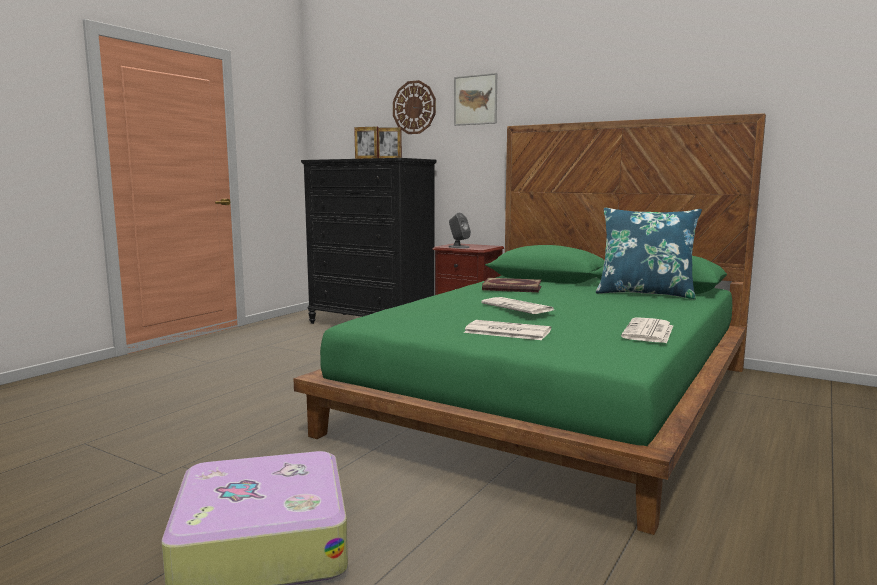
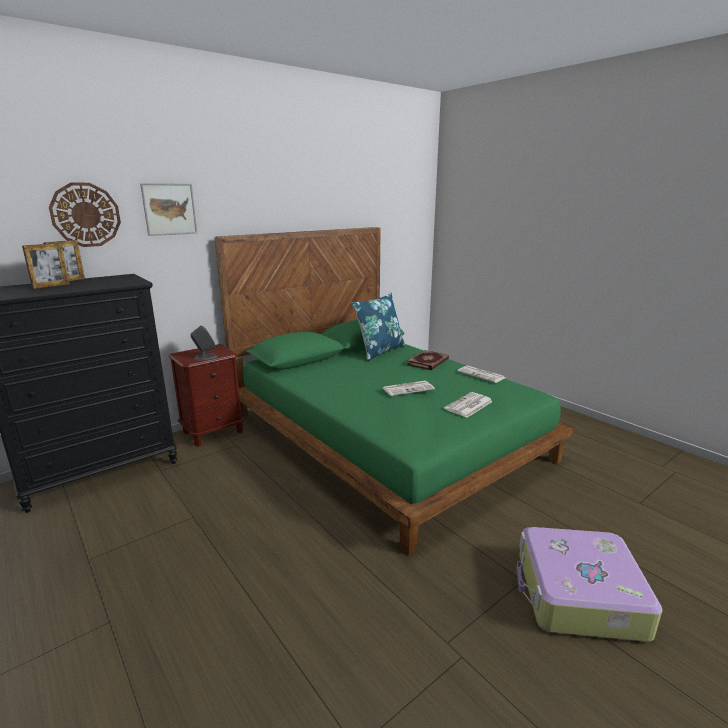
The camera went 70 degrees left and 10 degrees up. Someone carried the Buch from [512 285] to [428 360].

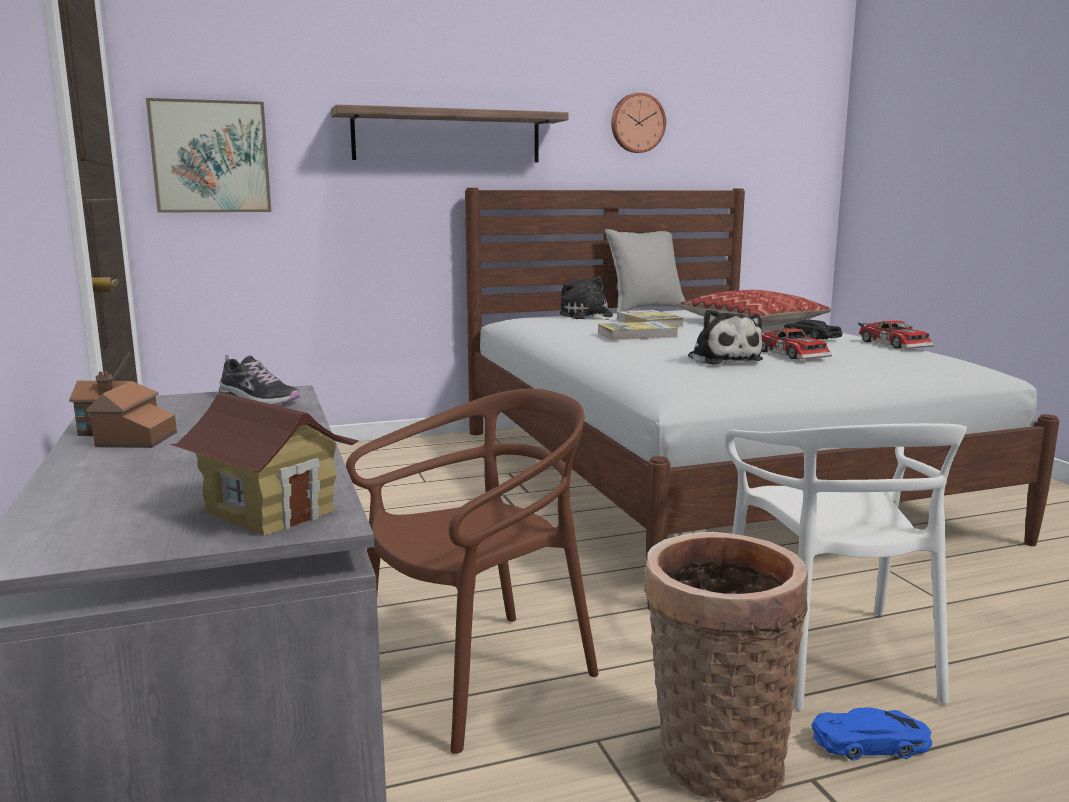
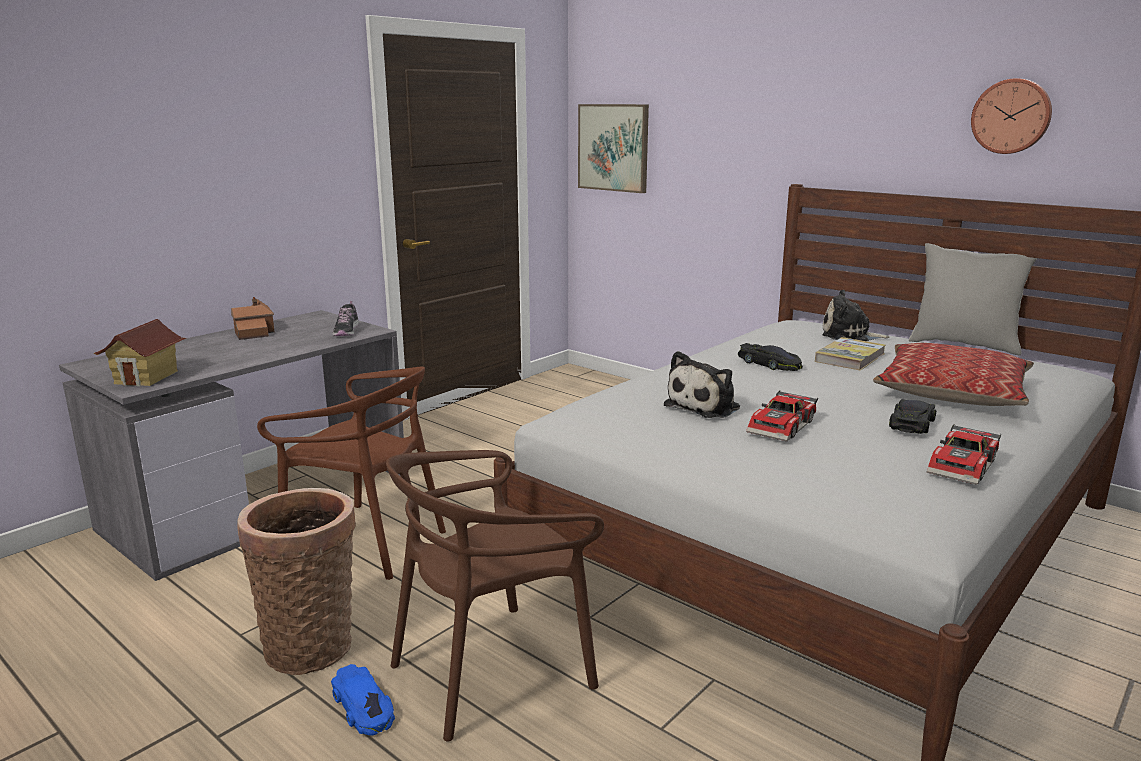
The camera went 60 degrees right and 5 degrees up. Someone took away the Wandregal at [450 133]. Someone rotated the Plüschtier at [586 298] by 105 degrees counterclockwise. Someone swapped the Buch at [638 330] for the Spielzeugauto/schwarz at [770 357]. Someone repainted the Stuhl/weiß at [846 566], which became the Stuhl/braun at [495 595].

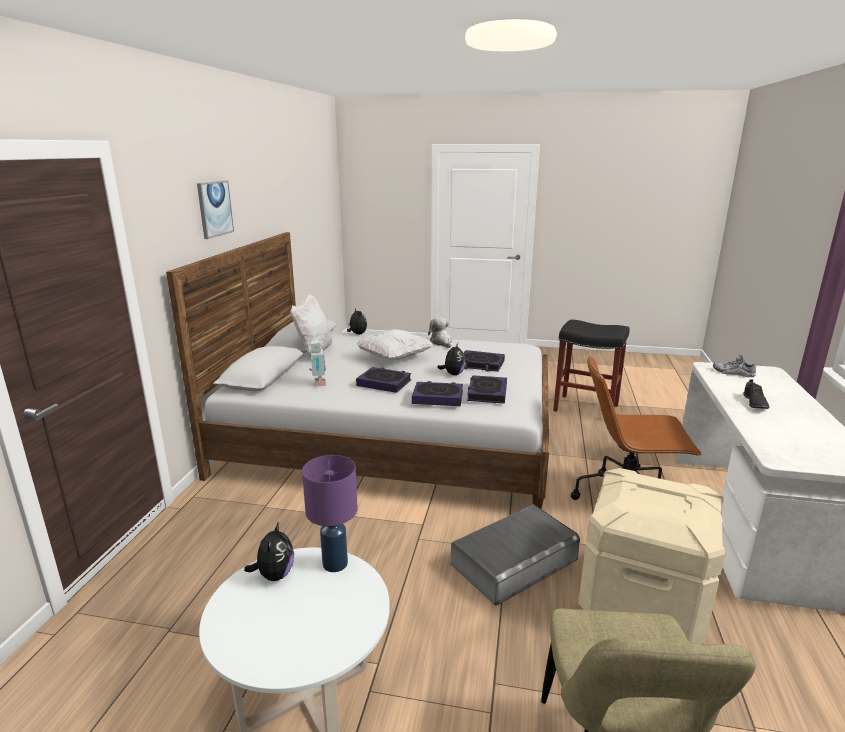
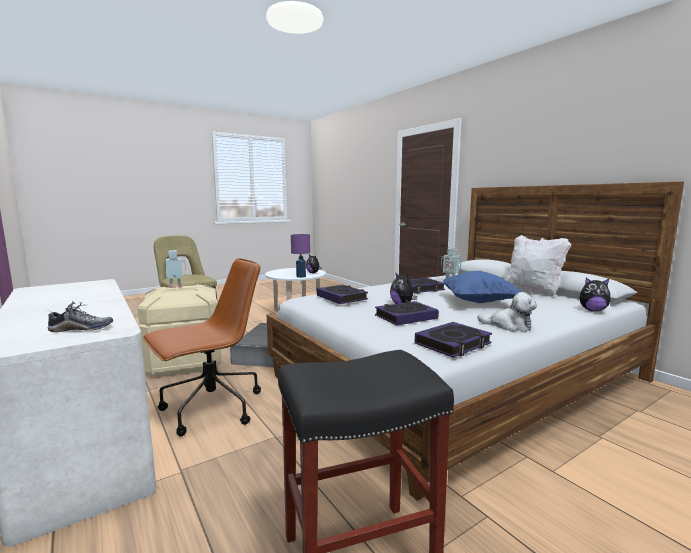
The camera went 135 degrees right and 10 degrees down. Someone took away the Bild at [215 209]. Someone repainted the Kissen/weiß at [395 344], which became the Kissen/blau at [482 287]. Someone carried the Buch from [437 393] to [453 340]. Someone took away the Schuh/schwarz at [756 394]. Someone put down the Spielzeugroboter at [174 269].

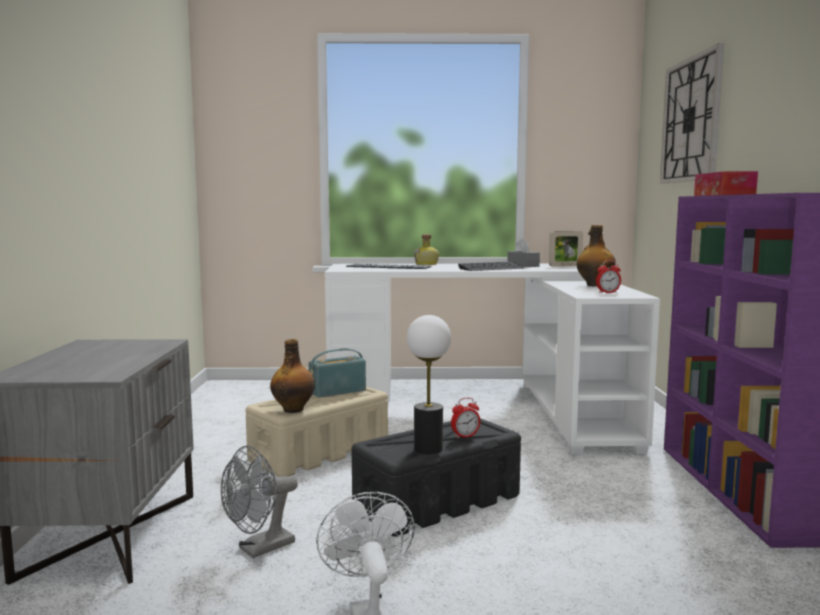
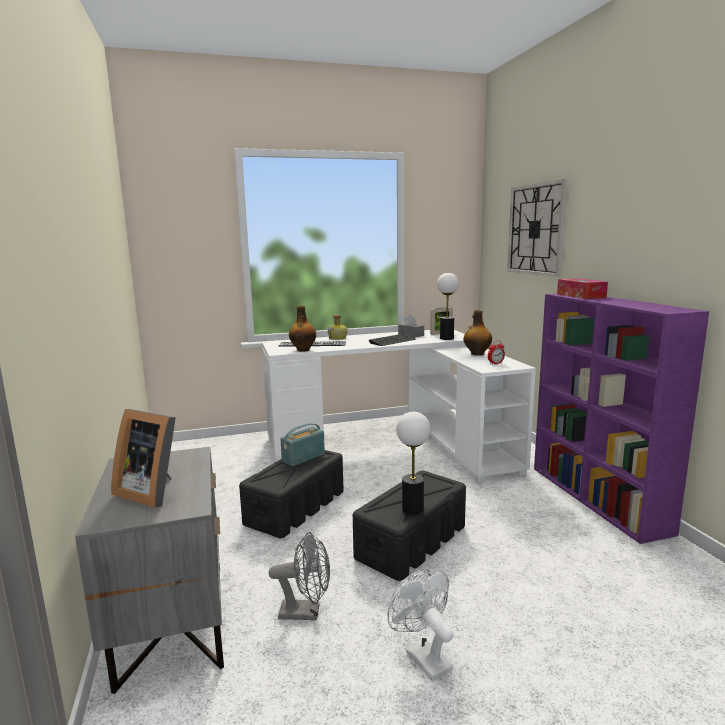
The camera went 15 degrees left and 5 degrees up. Someone rotated the Ventilator/grau at [259 502] by 120 degrees counterclockwise. Someone repainted the Aufbewahrungsbox/beige at [316 432], which became the Aufbewahrungsbox/schwarz at [291 494]. Someone carried the Flasche from [292 376] to [302 329]. Someone took away the Wecker at [466 418]. Someone put down the Bilderrahmen at [143 458]. Someone put down the Tischlampe at [448 306].

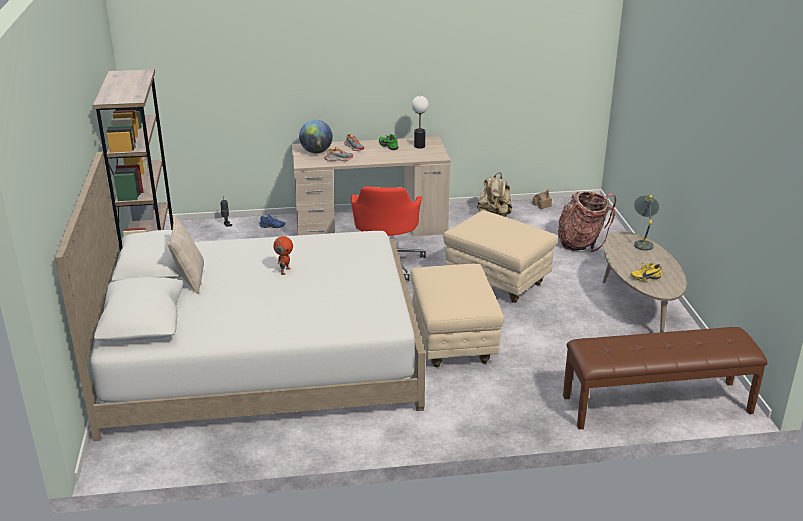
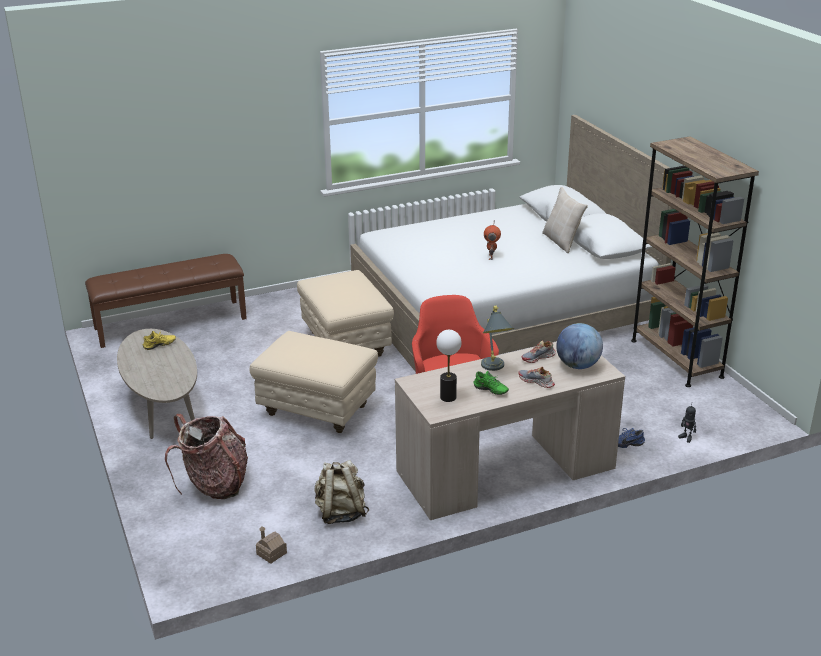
The camera went 165 degrees right and 0 degrees up. Someone carried the Tischlampe/grau from [646 223] to [497 338].

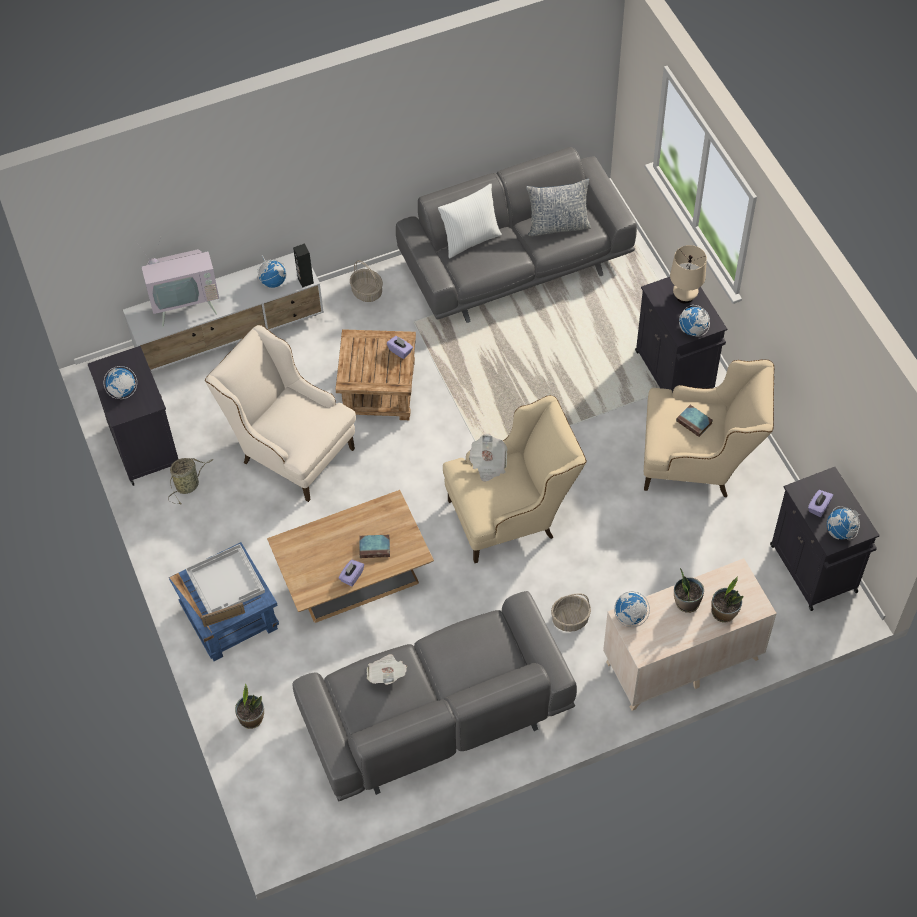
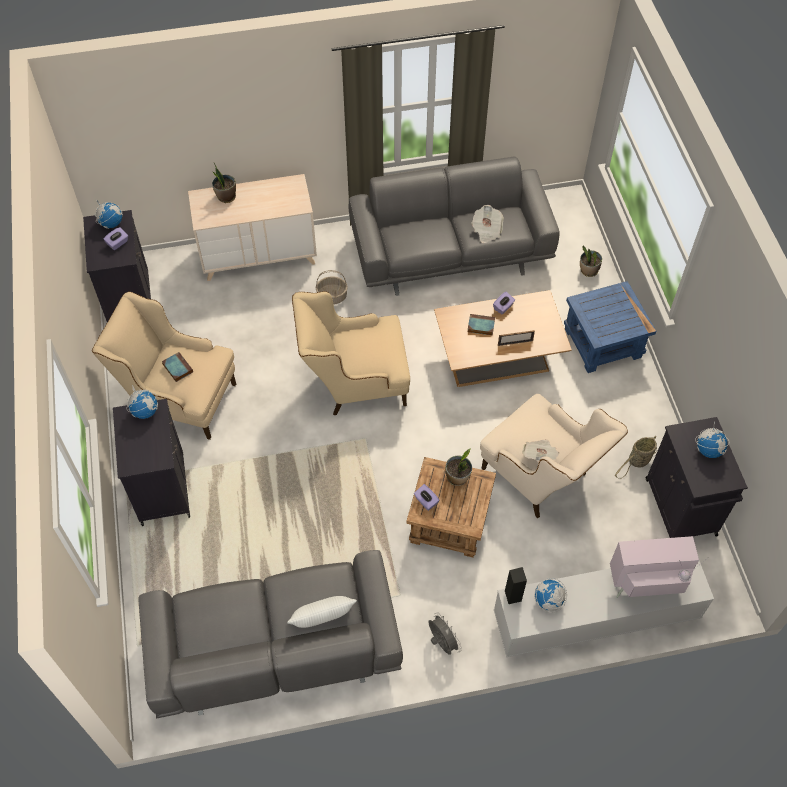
The camera went 170 degrees left and 0 degrees up. Someone took away the Tablett/weiß at [225 579]. Someone carried the Bilderrahmen from [223 614] to [516 338]. Someone swapped the Korb at [366 281] for the Ventilator/grau at [445 633]. Someone carried the Zeitung from [488 458] to [540 450]. Someone took away the Kissen at [558 207]. Someone took away the Globus at [632 609]. Someone took away the Tischlampe/beige at [688 274]. Someone carried the Topfpflanze from [689 590] to [458 467].

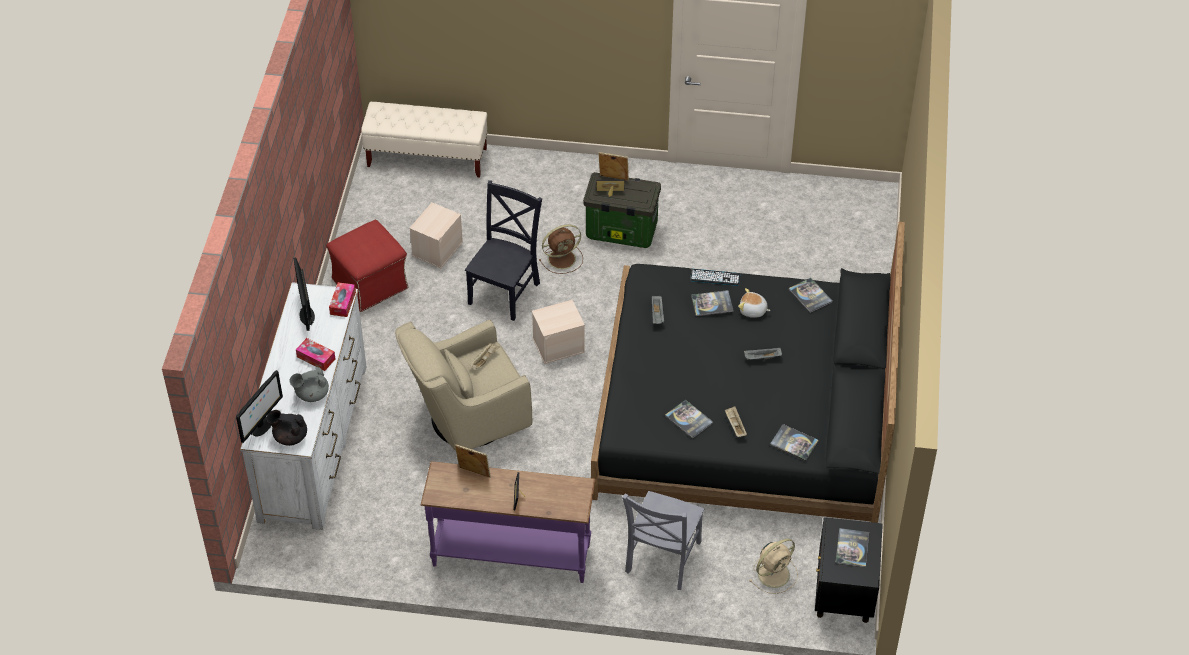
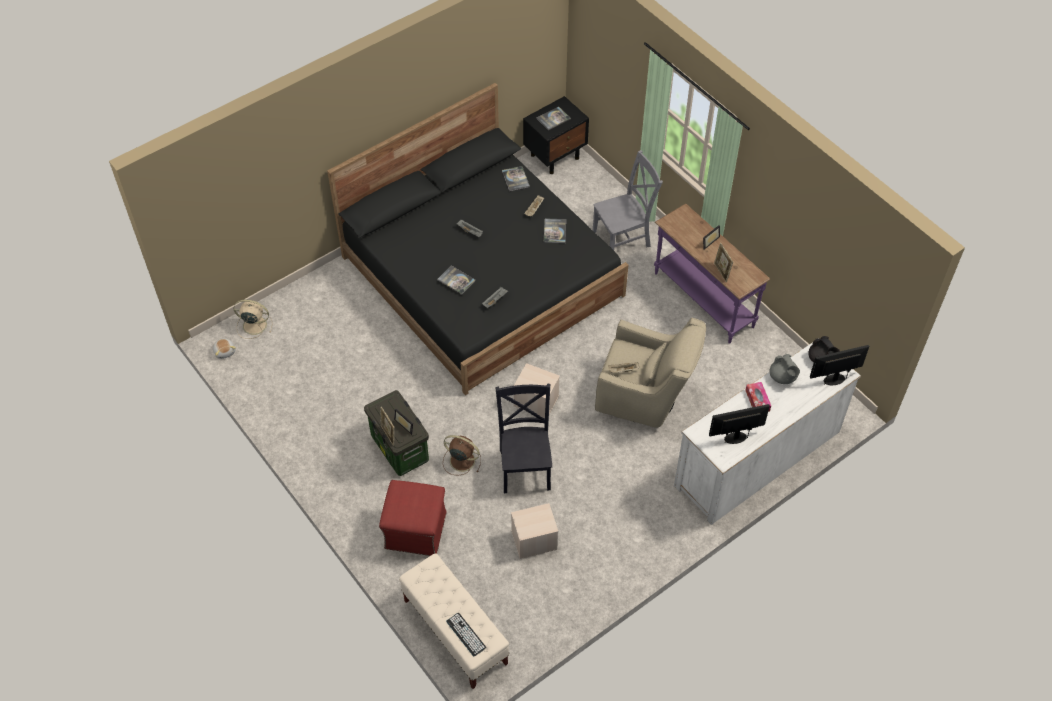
The camera went 135 degrees left and 5 degrees up. Someone rotated the Teekanne/grau at [309 384] by 45 degrees clockwise. Someone rotated the Monitor at [304 294] by 135 degrees counterclockwise. Someone carried the Polsterhocker/rot from [367 266] to [413 518]. Someone took away the Taschentuchbox at [342 299]. Someone rotated the Stuhl/schwarz at [503 250] by 105 degrees clockwise. Someone carried the Tastatur from [715 277] to [466 634]. Someone carried the Plüschtier from [754 303] to [224 348]. Someone carried the Ventilator/beige from [773 566] to [253 319]. Someone took away the Buch at [811 295].

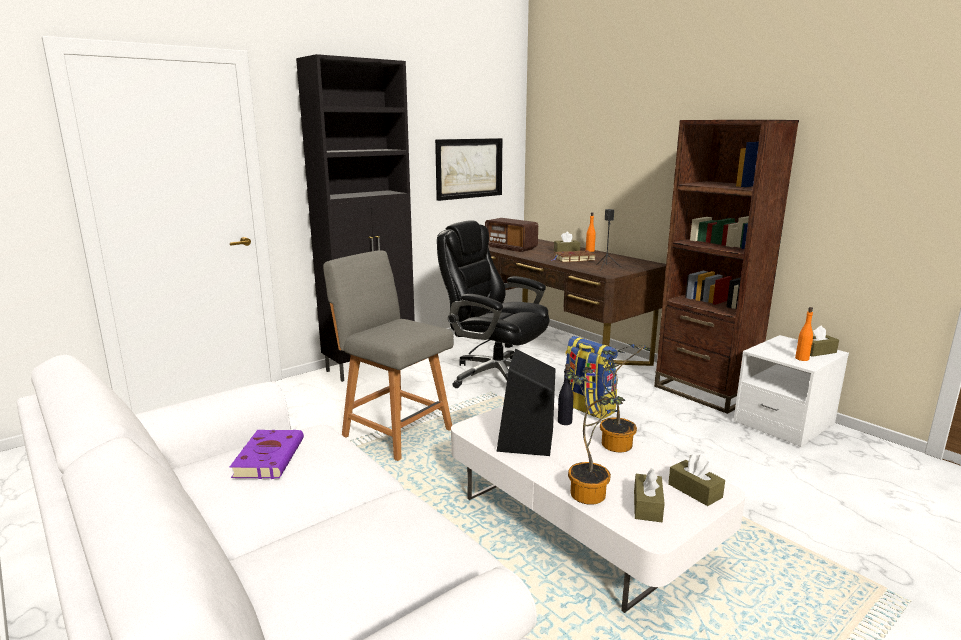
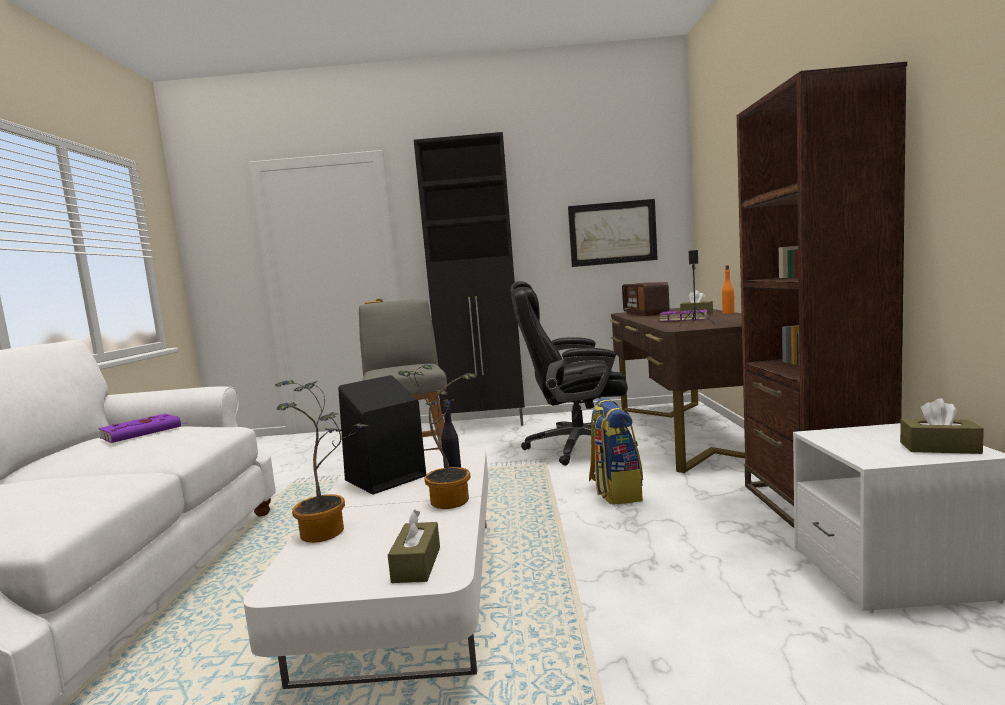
The camera went 40 degrees right and 10 degrees down. Someone rotated the Bürostuhl/schwarz at [493 304] by 75 degrees counterclockwise. Someone repainted the Buch/braun at [573 256], which became the Buch/lila at [680 315]. Someone took away the Taschentuchbox/braun at [649 495]. Someone took away the Flasche/orange at [804 334].

